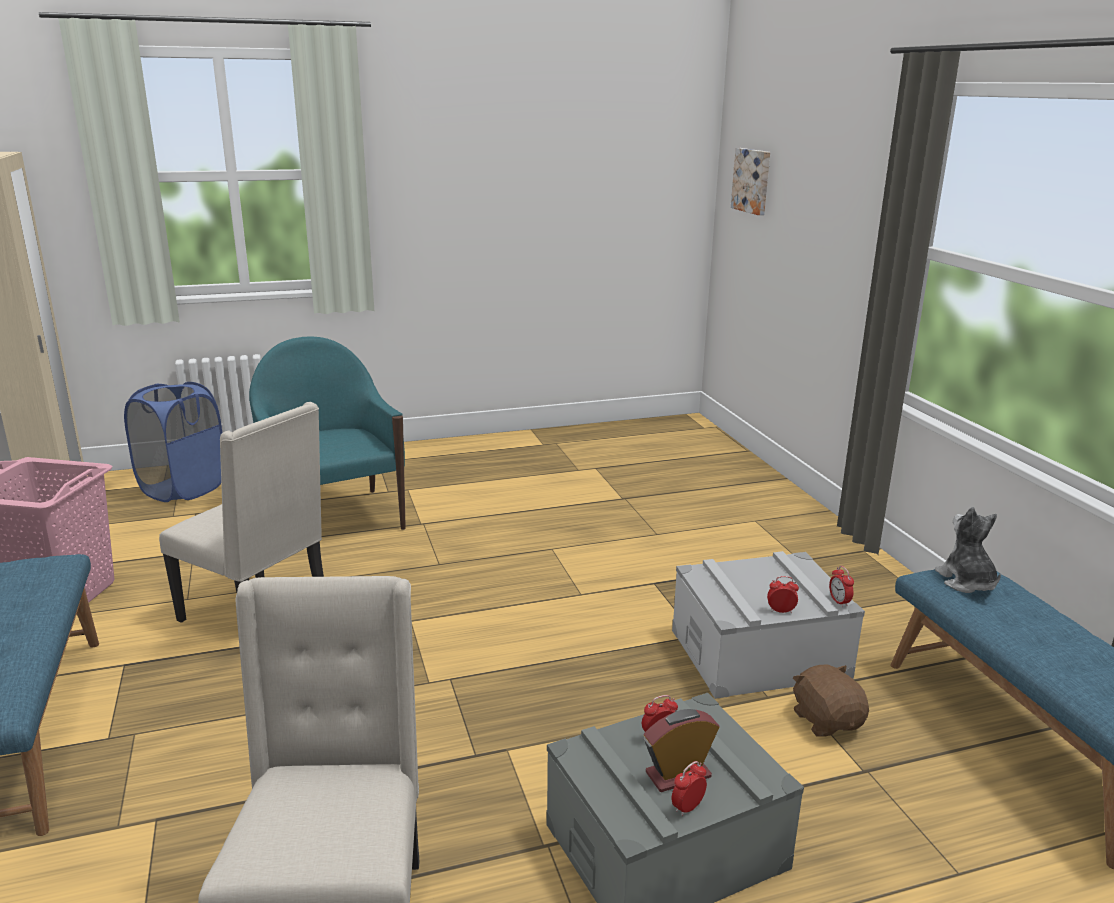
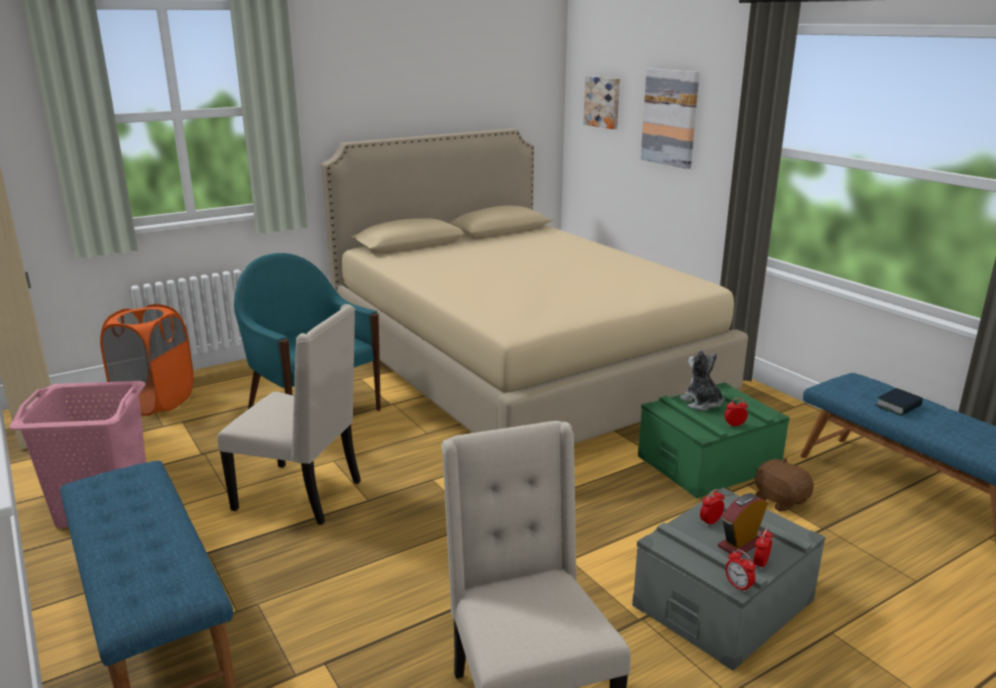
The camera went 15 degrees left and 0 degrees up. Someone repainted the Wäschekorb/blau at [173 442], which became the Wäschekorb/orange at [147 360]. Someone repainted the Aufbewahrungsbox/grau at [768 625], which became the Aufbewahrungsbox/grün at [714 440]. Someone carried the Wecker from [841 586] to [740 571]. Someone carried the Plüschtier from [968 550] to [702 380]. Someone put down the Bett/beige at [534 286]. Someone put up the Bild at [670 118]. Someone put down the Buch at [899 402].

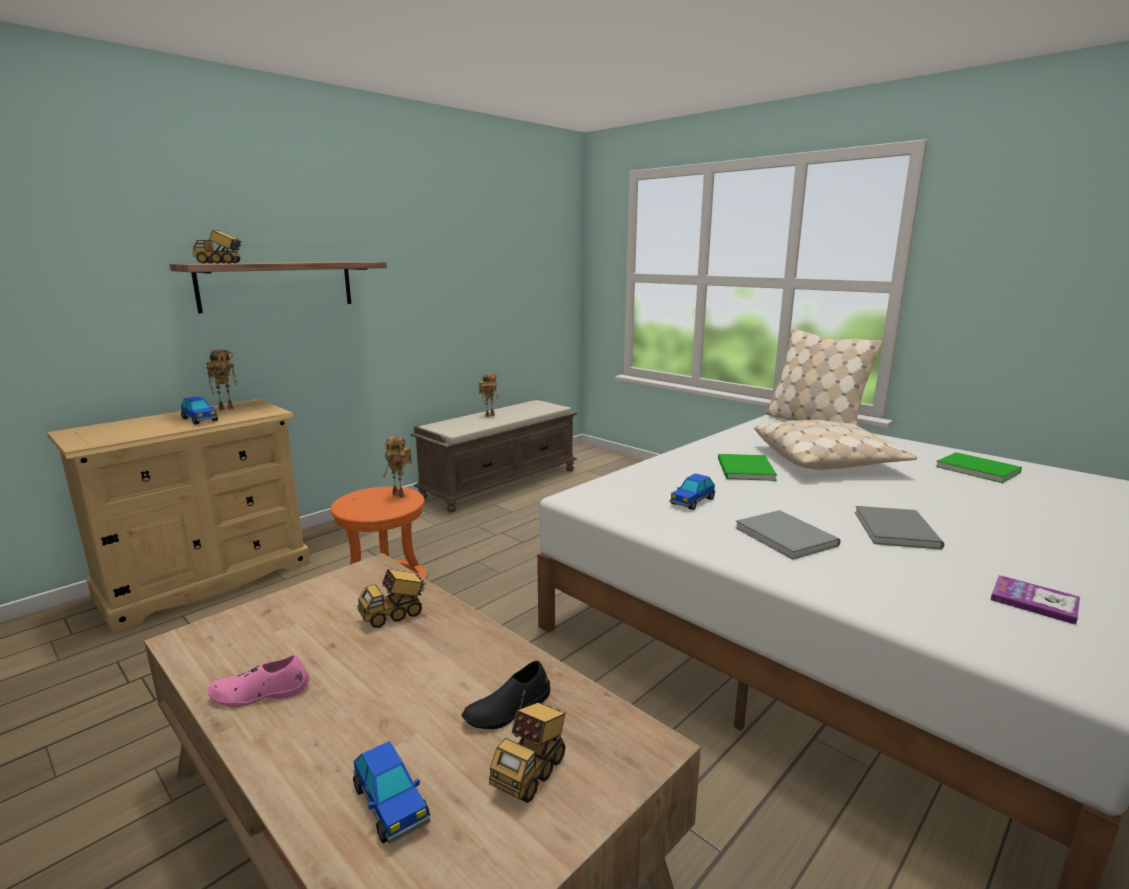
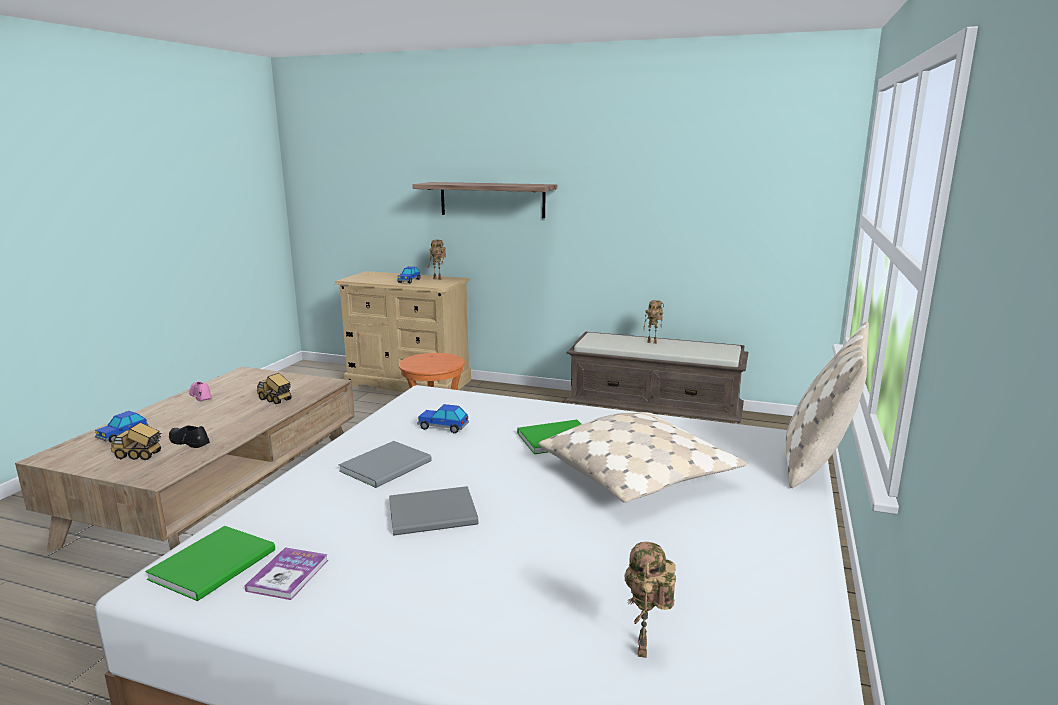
The camera went 65 degrees right and 0 degrees up. Someone took away the Spielzeuglaster at [217 247]. Someone carried the Spielzeugroboter from [397 466] to [650 600]. Someone carried the Buch/grün from [978 467] to [210 563].

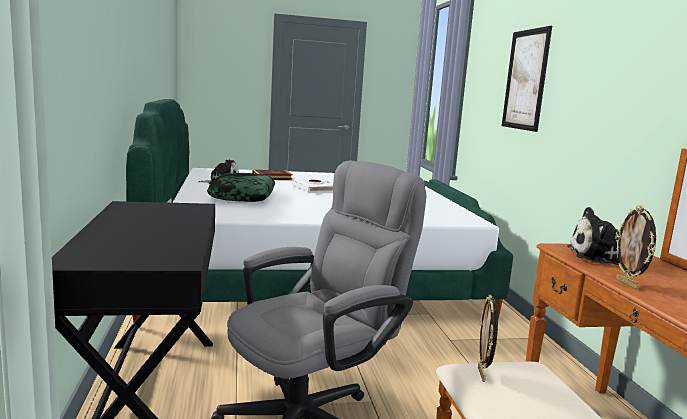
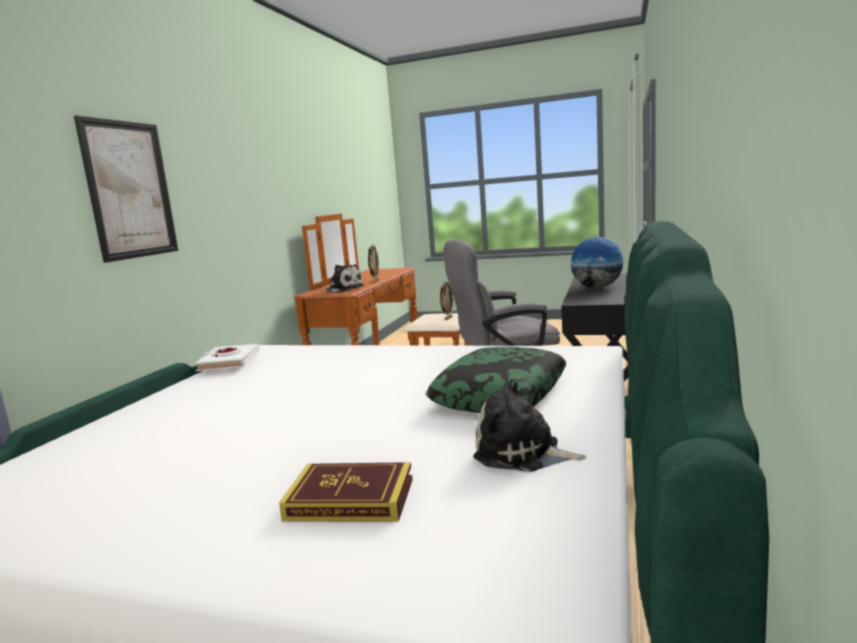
The camera went 150 degrees left and 0 degrees up. Someone carried the Buch/weiß from [312 185] to [227 357]. Someone put down the Globus at [597 262].

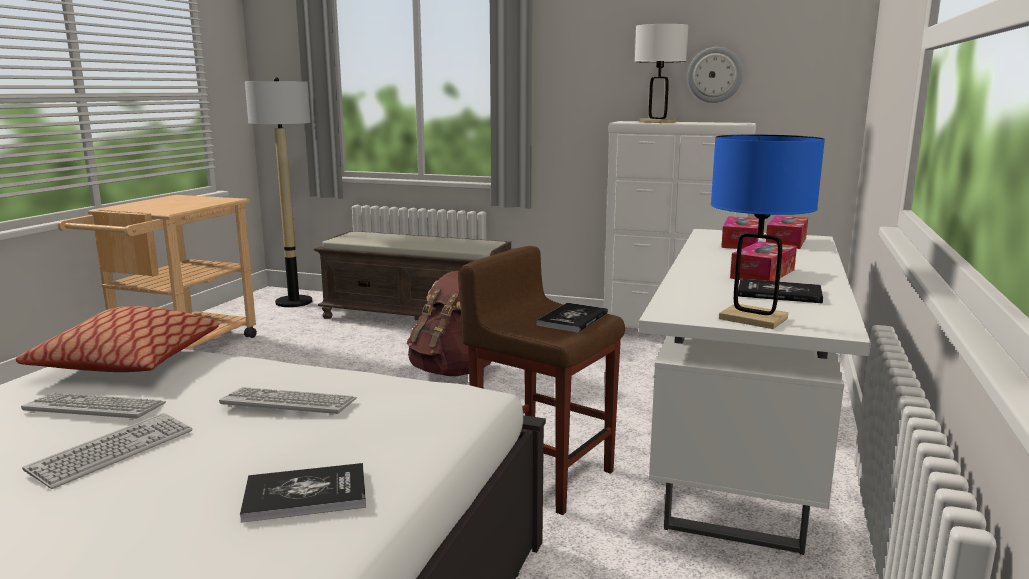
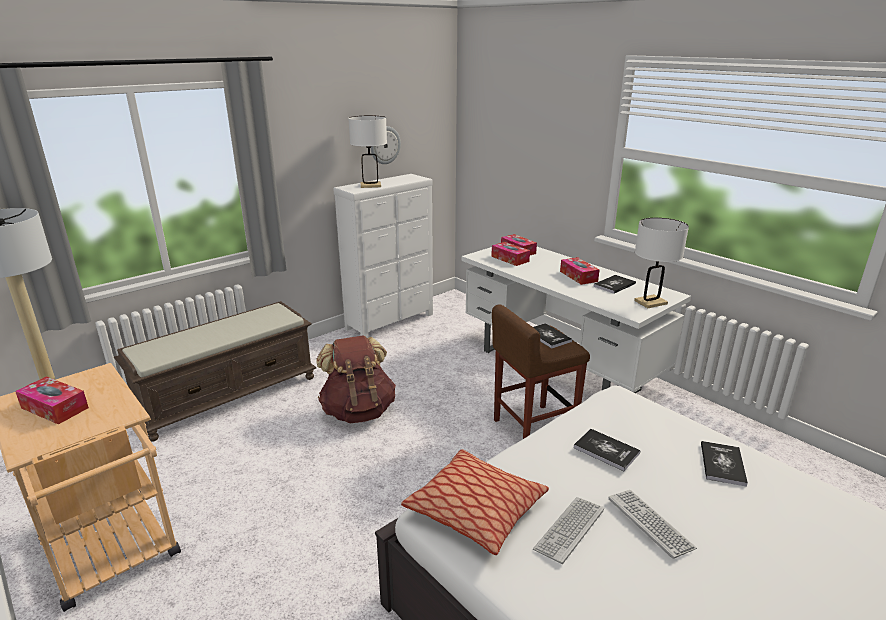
The camera went 60 degrees left and 10 degrees up. Someone swapped the Tastatur at [288 401] for the Buch at [607 450]. Someone repainted the Tischlampe/blau at [768 231], which became the Tischlampe/weiß at [661 263]. Someone put down the Taschentuchbox at [52 400].

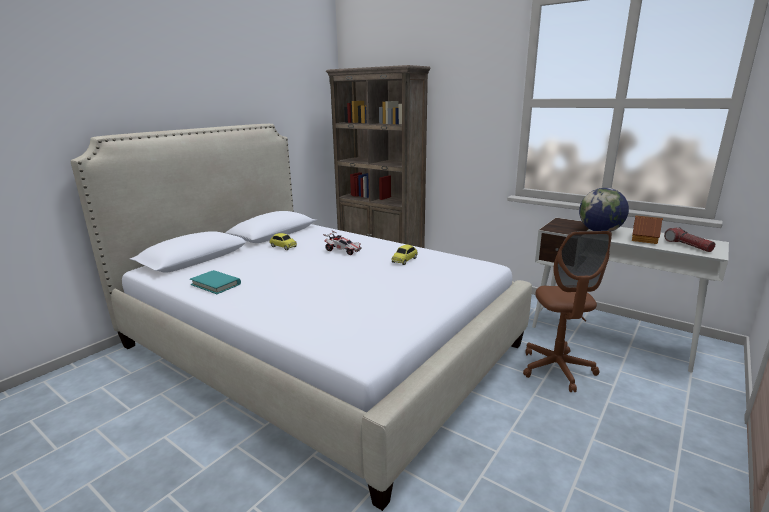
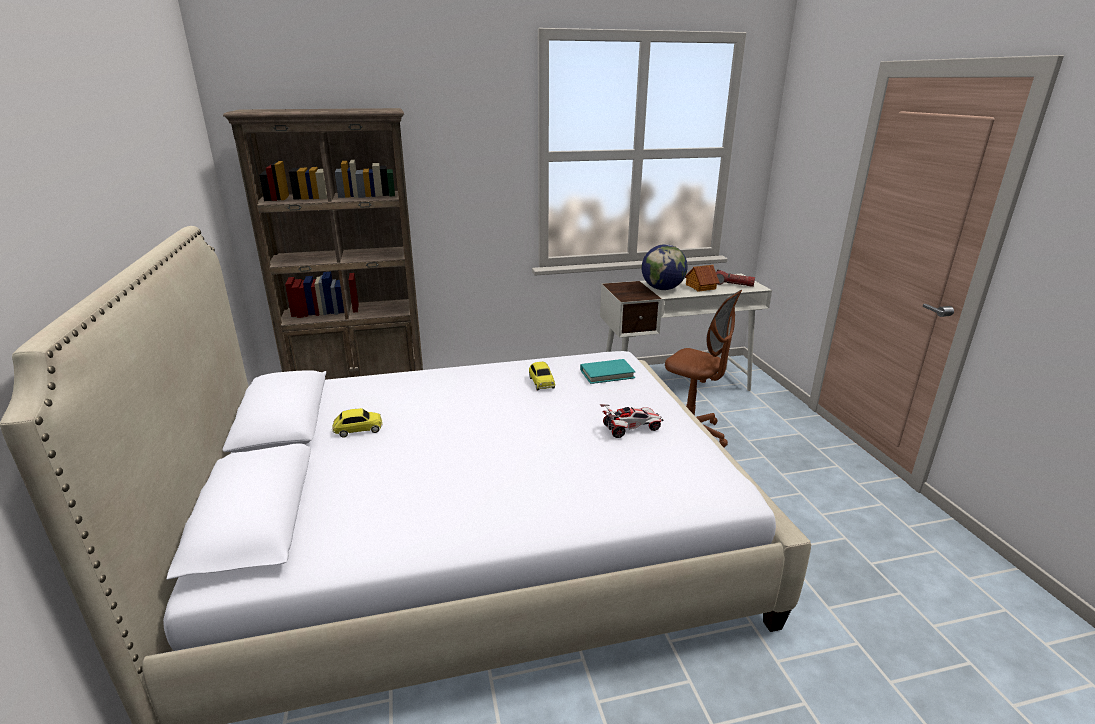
The camera went 50 degrees left and 5 degrees up. Someone carried the Buch/türkis from [215 282] to [608 371]. Someone carried the Spielzeugauto from [342 243] to [631 421].

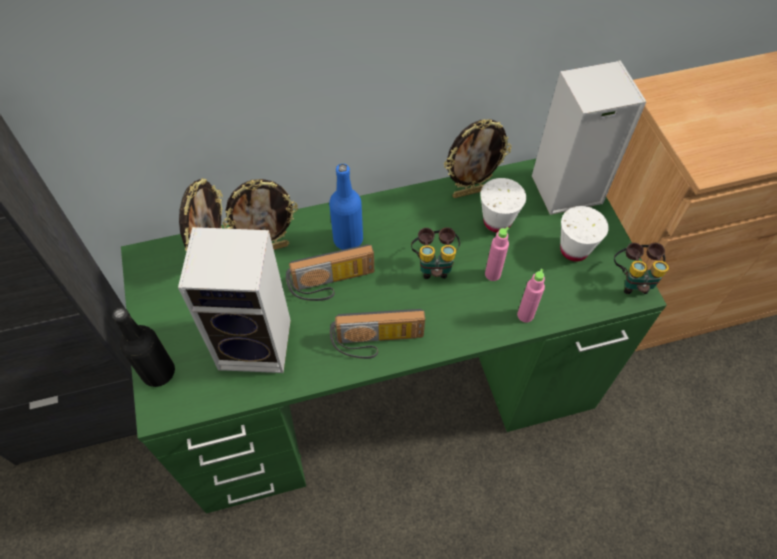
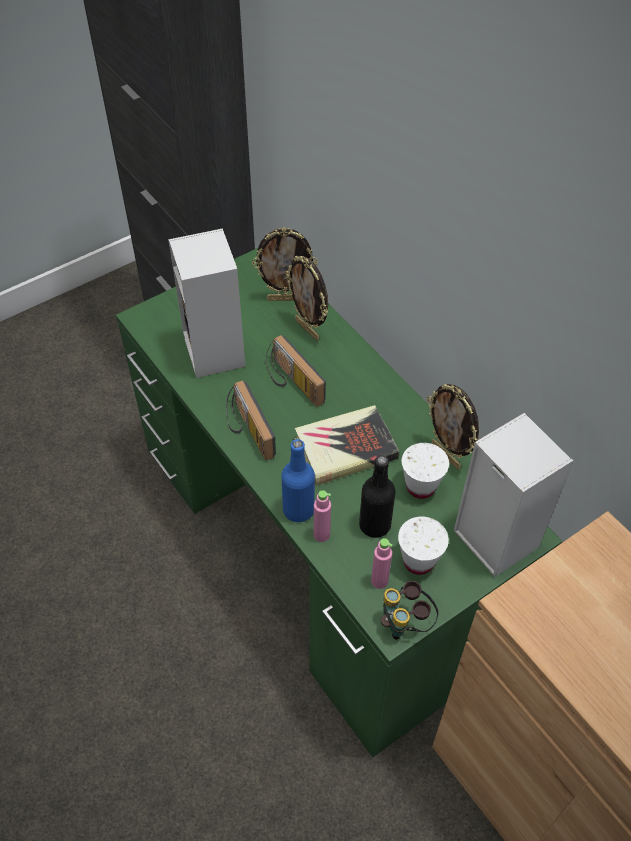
The camera went 70 degrees right and 5 degrees down. Someone carried the Flasche/schwarz from [143 347] to [377 496]. Someone carried the Flasche/blau from [346 207] to [298 480]. Someone swapped the Fernglas at [435 253] for the Buch at [346 445]. Someone carried the Flasche/rosa from [497 254] to [381 563].

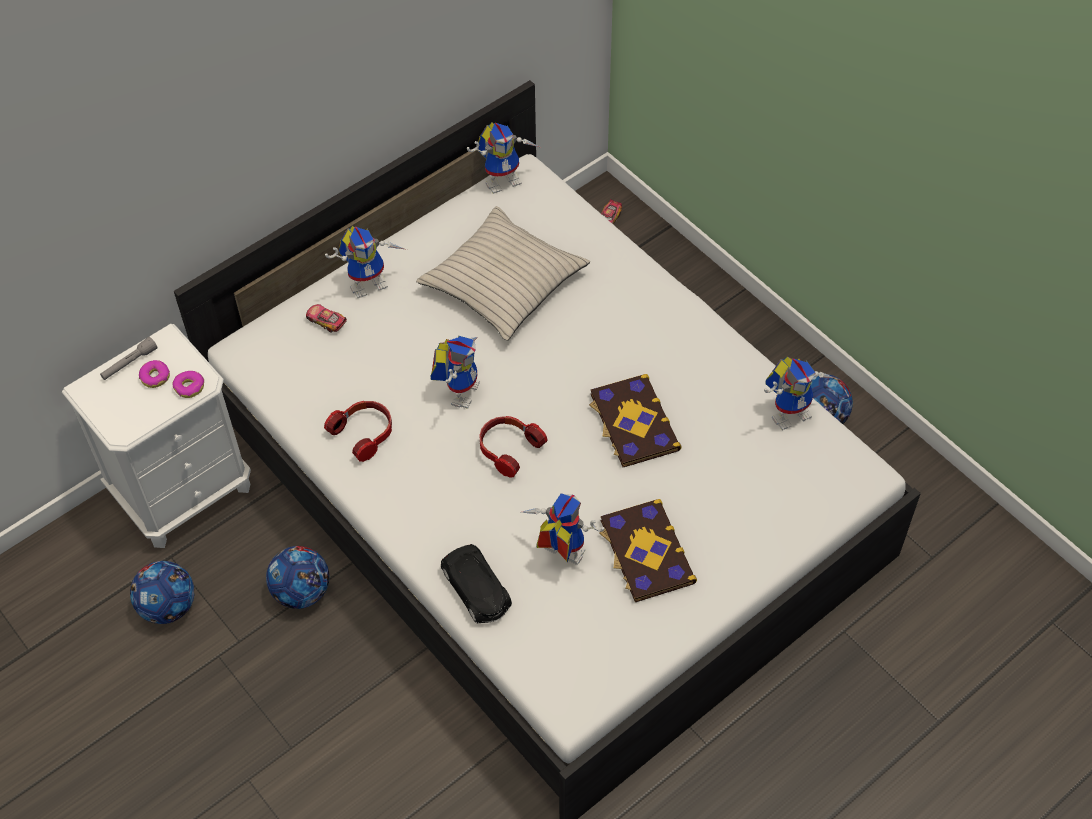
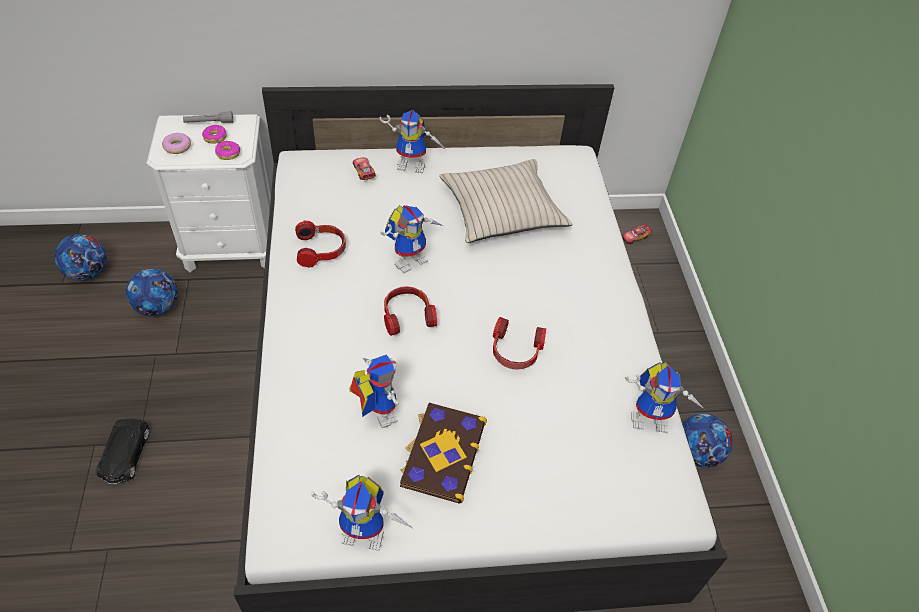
The camera went 30 degrees right and 5 degrees down. Someone carried the Fußball from [297 577] to [80 257]. Someone carried the Spielzeugauto/schwarz from [476 584] to [123 451]. Someone carried the Spielzeugroboter from [503 158] to [362 513]. Someone swapped the Buch at [635 420] for the Kopfhörer at [519 343]. Someone put down the Donut at [176 143].

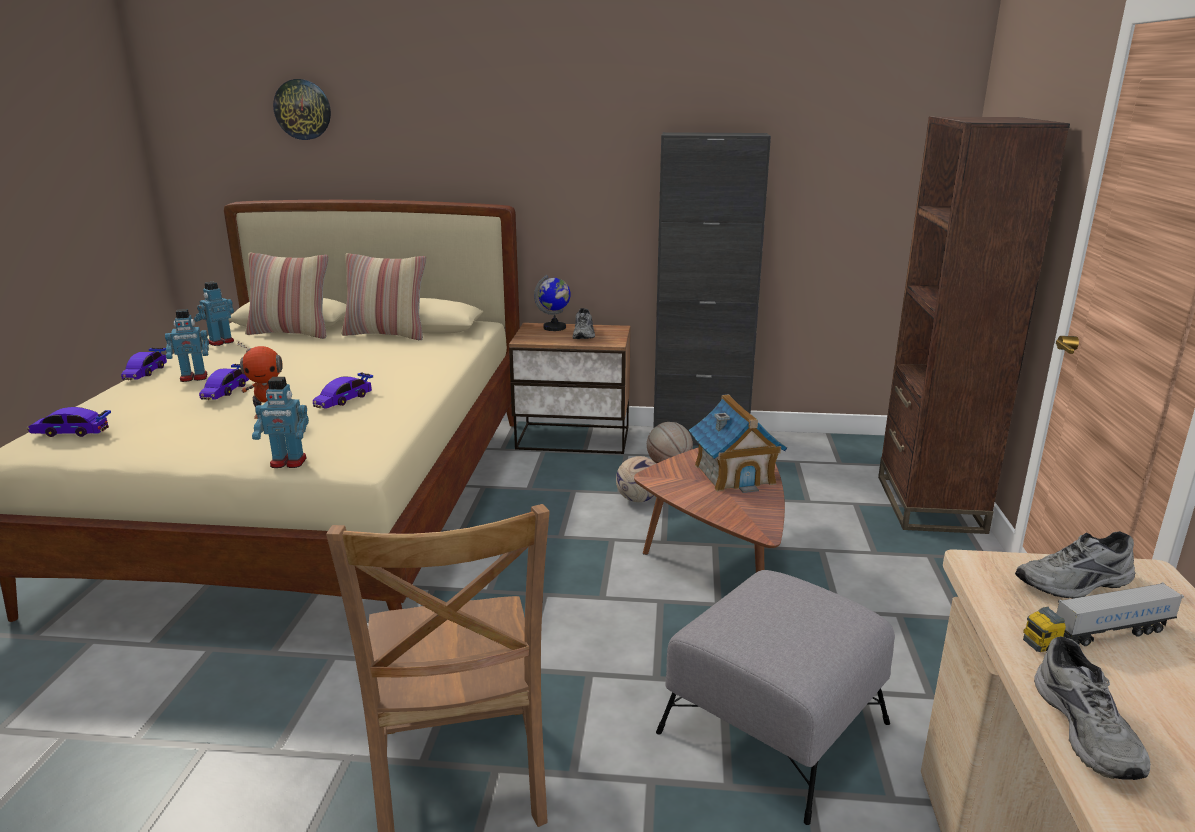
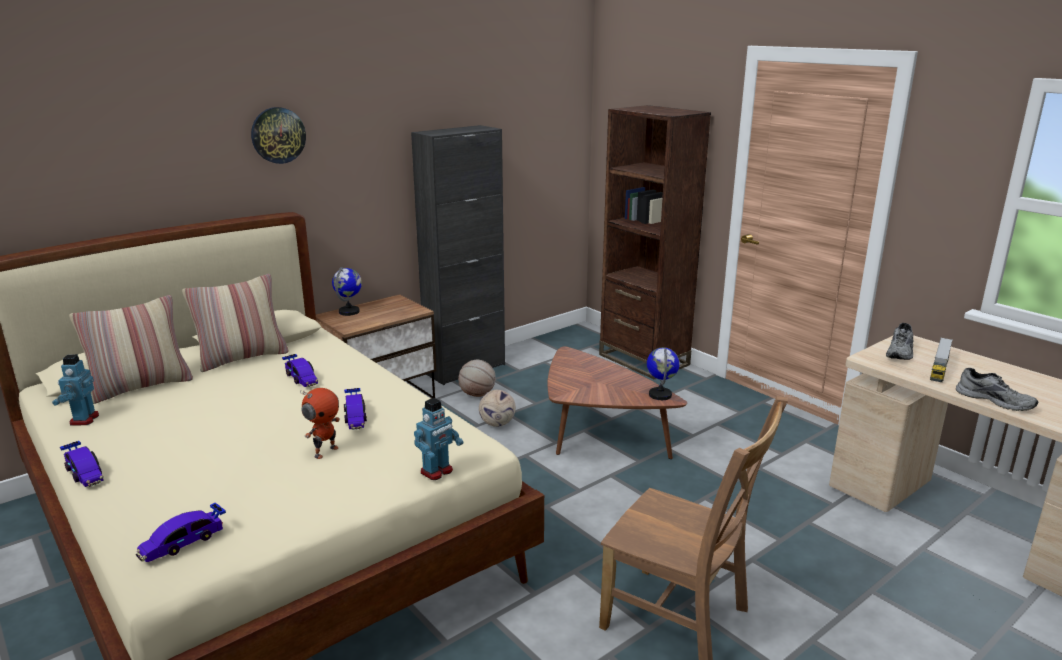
The camera went 45 degrees left and 0 degrees up. Someone took away the Spielzeugroboter at [187 345]. Someone carried the Spielzeugauto from [224 382] to [300 370]. Someone carried the Wanduhr from [302 109] to [278 135]. Someone took away the Schuh/grau at [584 323]. Someone took away the Polsterhocker/grau at [775 697]. Someone took away the Spielzeughaus at [738 443]. Someone put down the Globus at [663 373].

